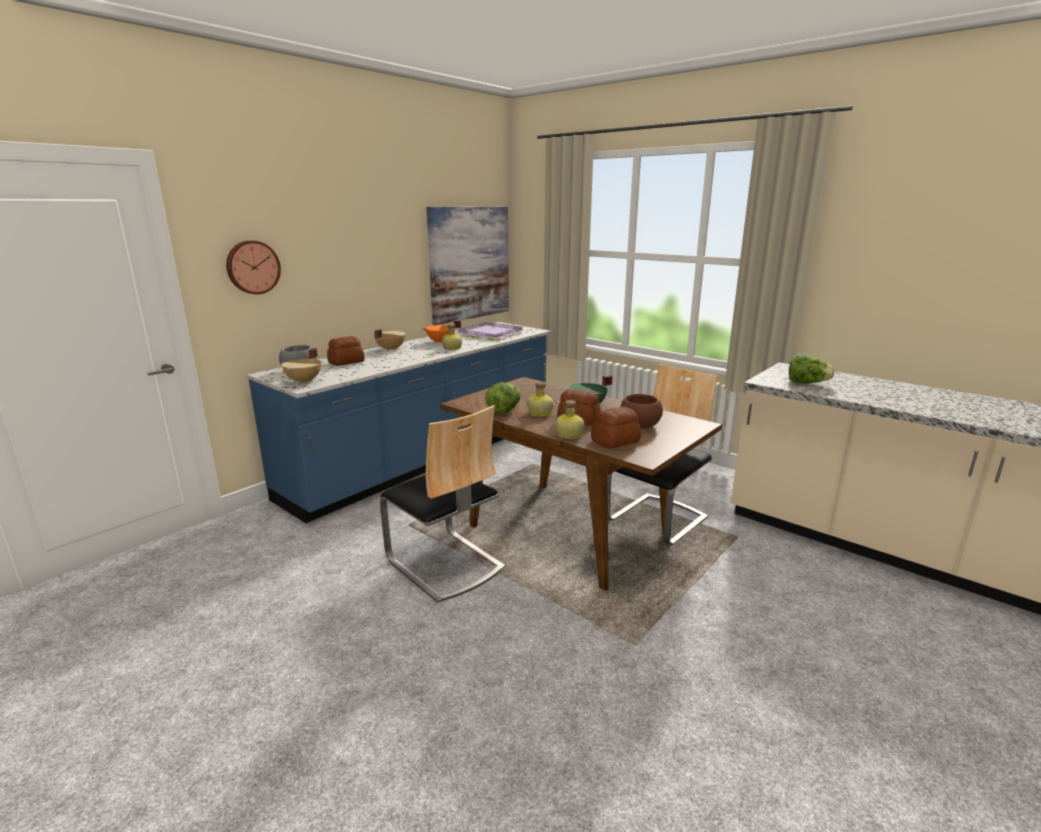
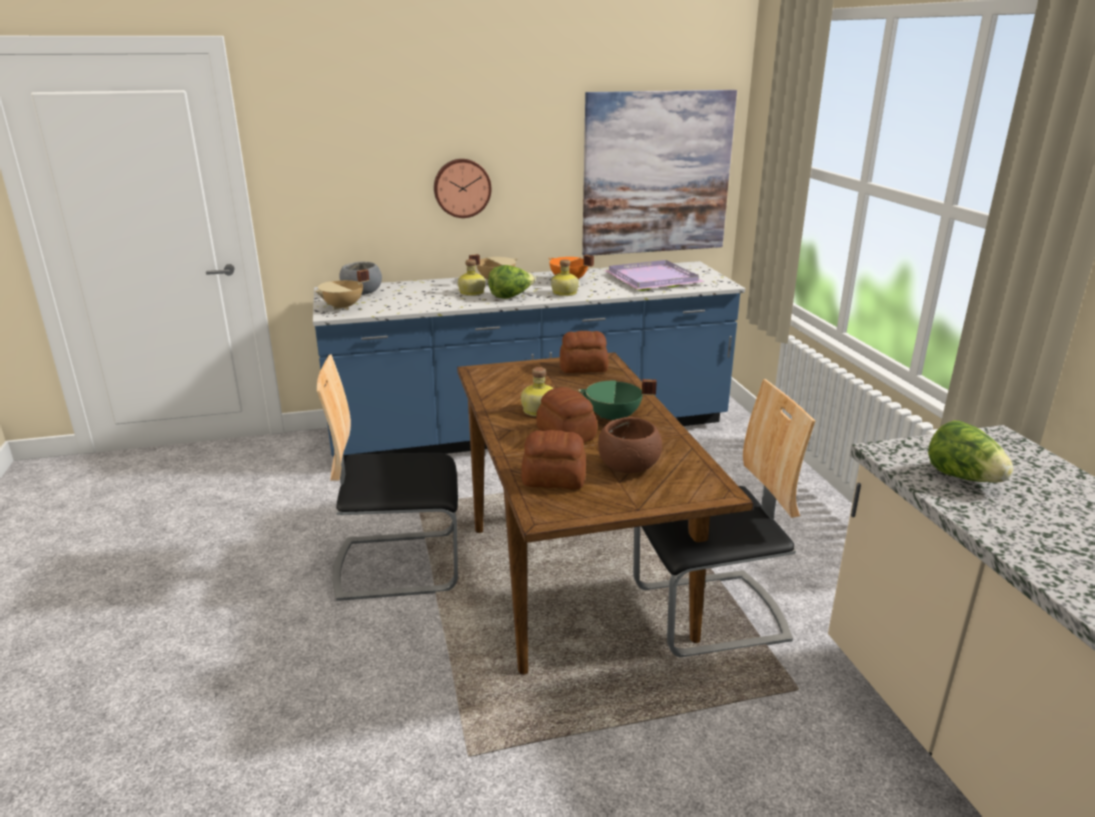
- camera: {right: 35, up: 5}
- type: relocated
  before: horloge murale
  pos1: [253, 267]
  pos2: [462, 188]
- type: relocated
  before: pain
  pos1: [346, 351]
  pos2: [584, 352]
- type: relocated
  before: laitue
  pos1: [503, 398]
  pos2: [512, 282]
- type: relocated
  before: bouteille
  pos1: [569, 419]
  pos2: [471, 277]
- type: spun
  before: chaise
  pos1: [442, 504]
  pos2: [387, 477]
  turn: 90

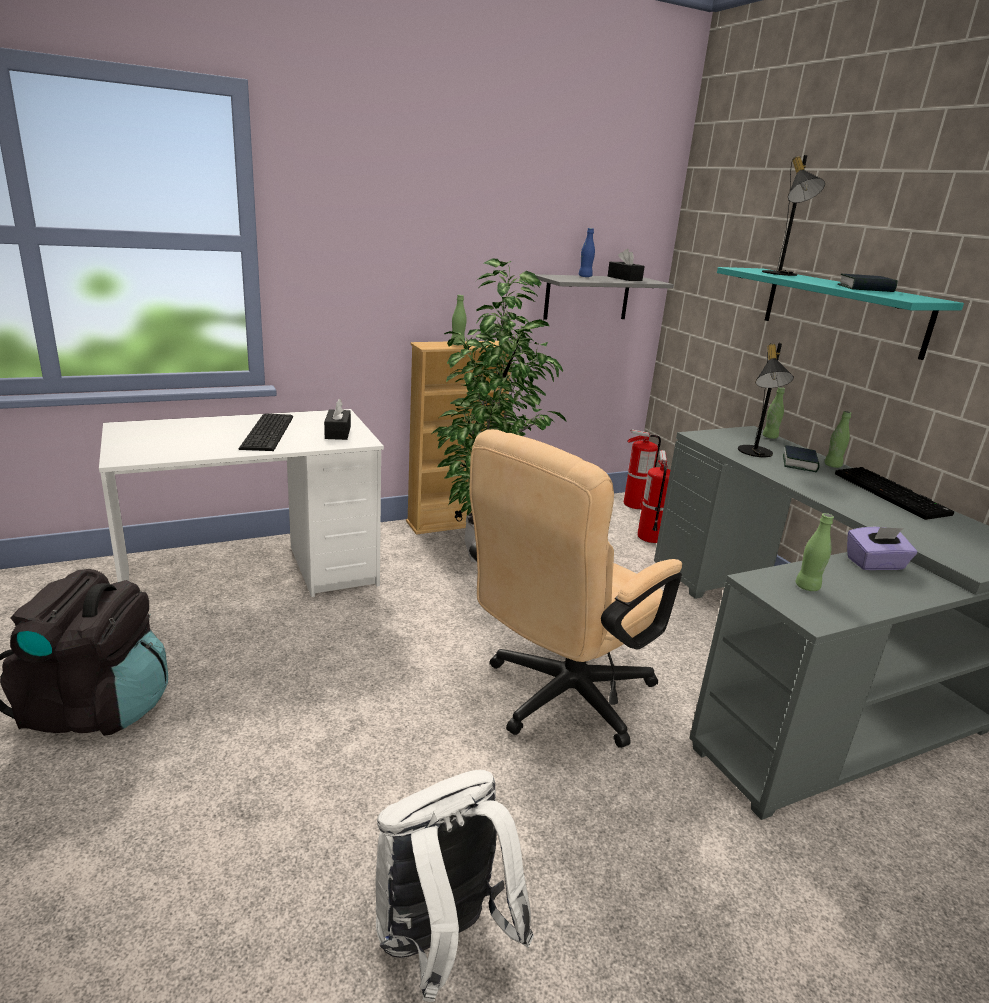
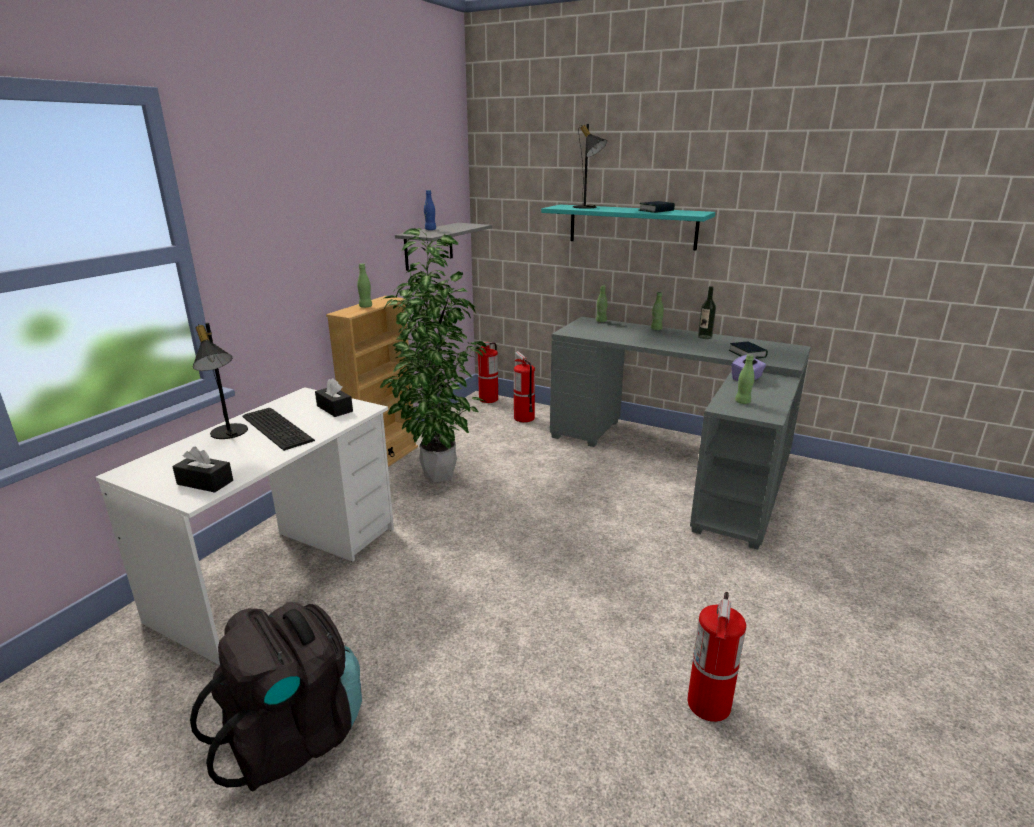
- camera: {right: -35, up: 0}
- type: relocated
  before: boîte à mouchoirs [noir]
  pos1: [626, 265]
  pos2: [202, 469]
- type: relocated
  before: lampe de table [noir]
  pos1: [766, 400]
  pos2: [220, 381]
- type: missing
  before: chaise de bureau [beige]
  pos1: [575, 588]
- type: relocated
  before: livre
  pos1: [801, 458]
  pos2: [748, 350]
- type: exchanged
  before: clavier
  after: bouteille
  pos1: [895, 493]
  pos2: [707, 312]
- type: exchanged
  before: sac à dos [blanc]
  after: extincteur
  pos1: [454, 886]
  pos2: [716, 657]

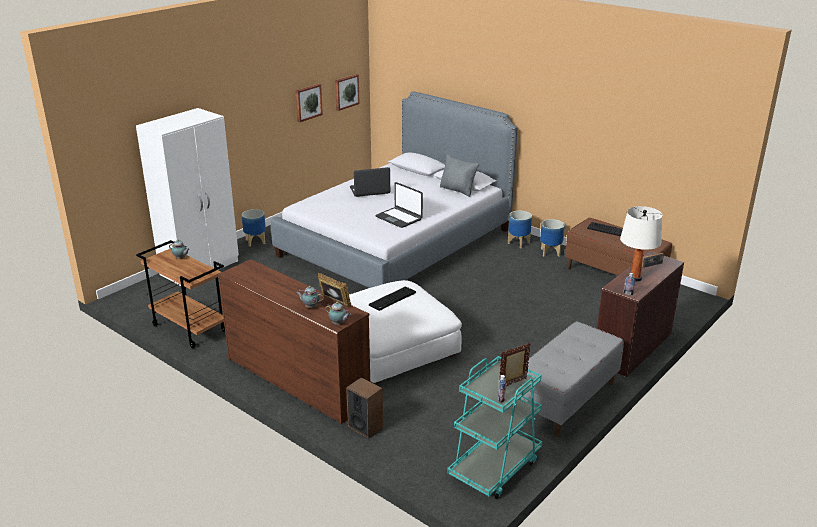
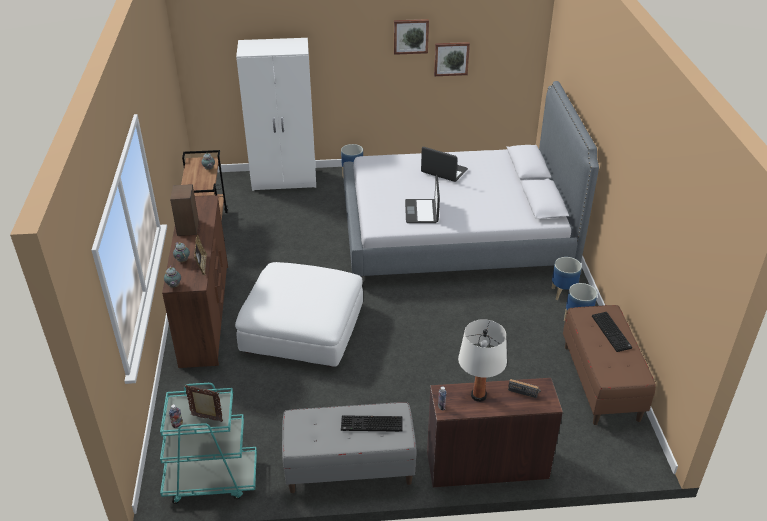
- camera: {right: 45, up: 10}
- type: relocated
  before: tableau
  pos1: [347, 92]
  pos2: [411, 37]
- type: missing
  before: coussin [gris]
  pos1: [460, 176]
- type: relocated
  before: clavier
  pos1: [392, 298]
  pos2: [371, 423]
- type: relocated
  before: enceinte
  pos1: [364, 408]
  pos2: [184, 210]

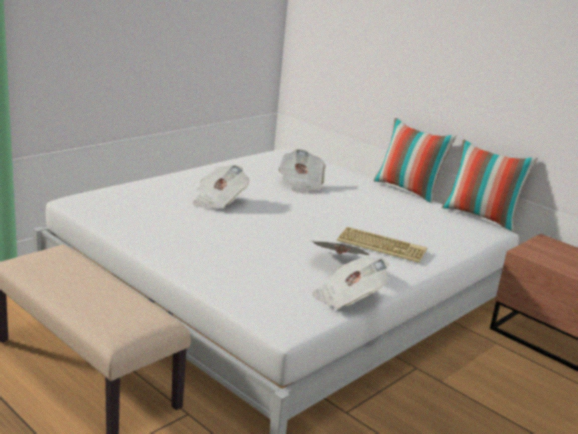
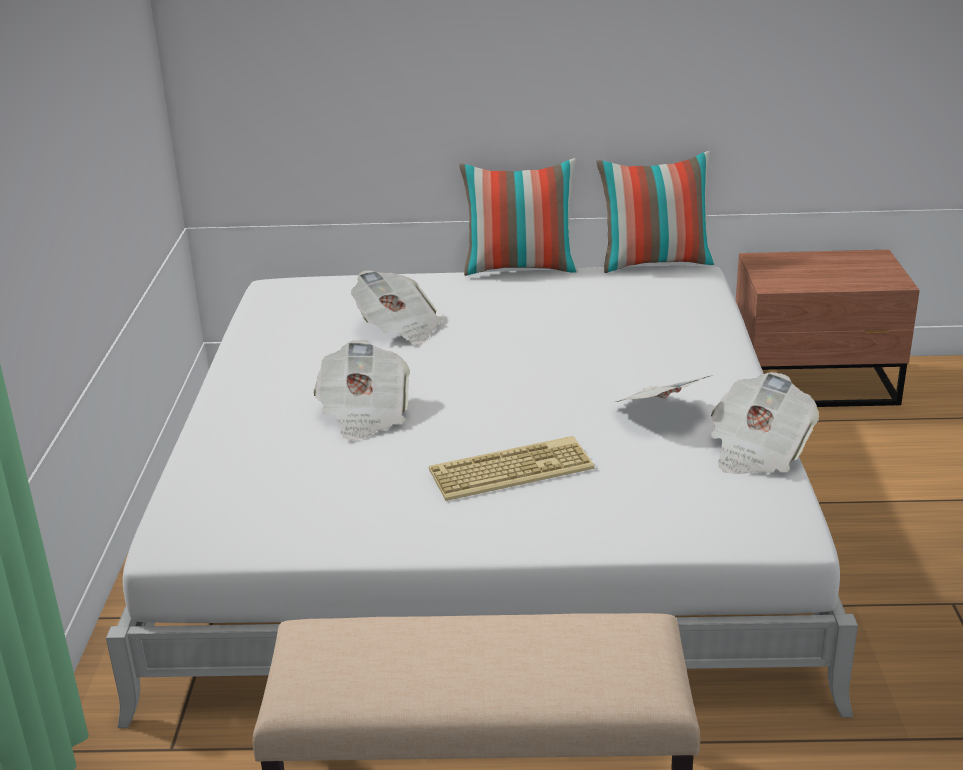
- camera: {right: -40, up: 5}
- type: relocated
  before: clavier
  pos1: [382, 245]
  pos2: [512, 468]

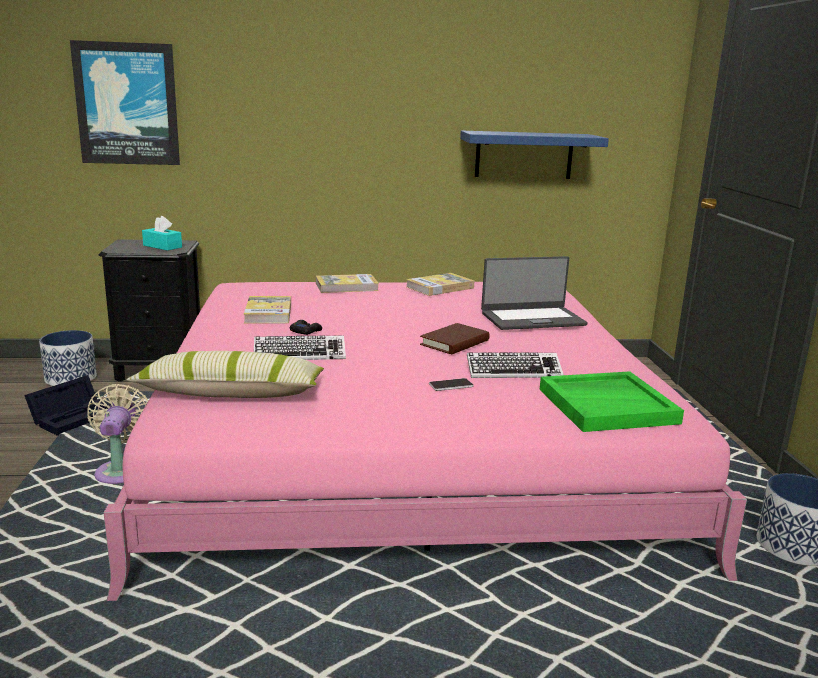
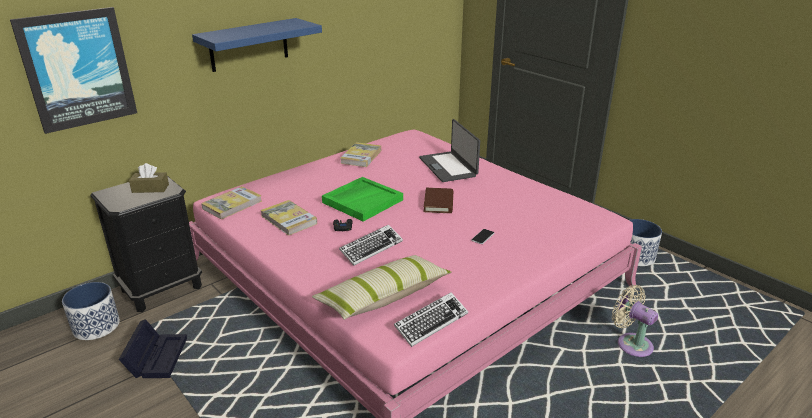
- camera: {right: -35, up: 10}
- type: relocated
  before: étagère [bleu]
  pos1: [534, 155]
  pos2: [257, 45]
- type: colour
  before: boîte à mouchoirs [turquoise]
  after: boîte à mouchoirs [marron]
  pos1: [162, 233]
  pos2: [149, 178]
- type: spun
  before: ordinateur portable
  pos1: [534, 293]
  pos2: [449, 150]
  turn: 120
- type: relocated
  before: livre
  pos1: [347, 283]
  pos2: [231, 203]
- type: relocated
  before: clavier
  pos1: [515, 365]
  pos2: [431, 319]
- type: relocated
  before: plateau [vert]
  pos1: [612, 401]
  pos2: [362, 199]
- type: relocated
  before: ventilateur [beige]
  pos1: [118, 434]
  pos2: [635, 321]

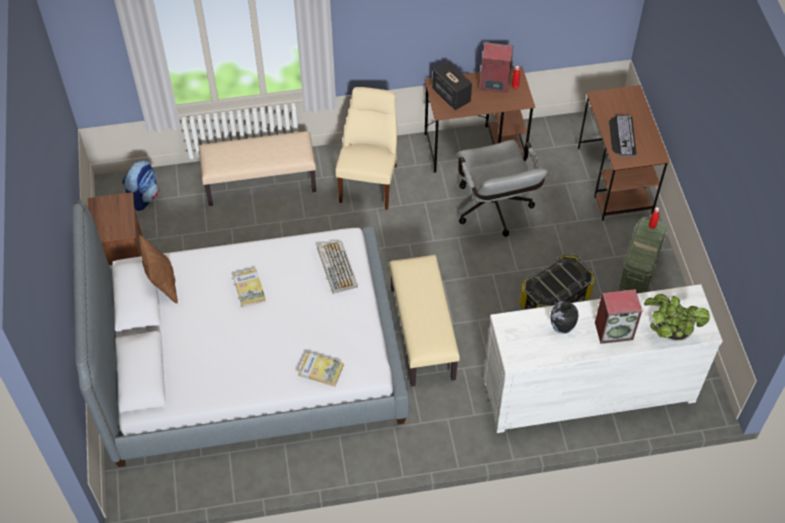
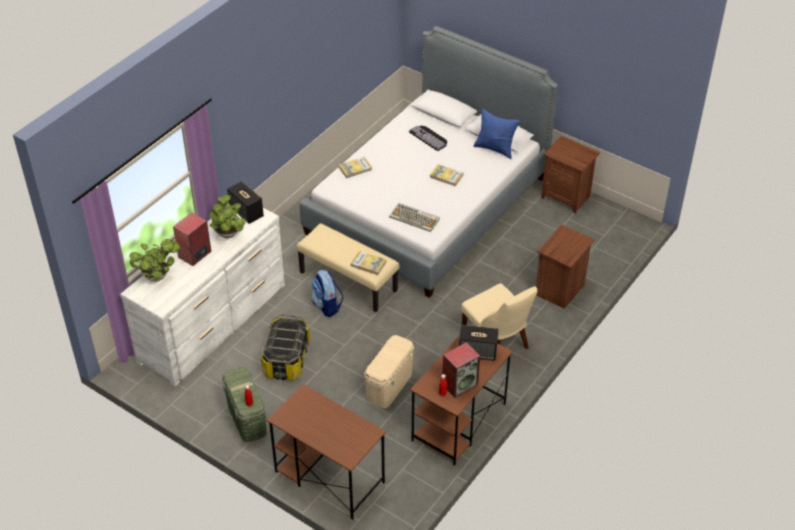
- camera: {right: 135, up: -10}
- type: relocated
  before: clavier
  pos1: [622, 136]
  pos2: [428, 138]
- type: exchanged
  before: banc [beige]
  after: table de chevet [marron]
  pos1: [257, 168]
  pos2: [565, 266]
- type: exchanged
  before: chaise de bureau [gris]
  after: boîte de rangement [beige]
  pos1: [502, 188]
  pos2: [389, 371]
- type: relocated
  before: sac à dos
  pos1: [141, 185]
  pos2: [327, 293]
- type: colour
  before: coussin [marron]
  after: coussin [bleu]
  pos1: [158, 269]
  pos2: [497, 134]
- type: exchanged
  before: vase
  after: plante en pot
  pos1: [564, 317]
  pos2: [227, 216]
- type: appeared
  after: enceinte
  pos2: [245, 202]
- type: appeared
  after: livre
  pos2: [368, 263]

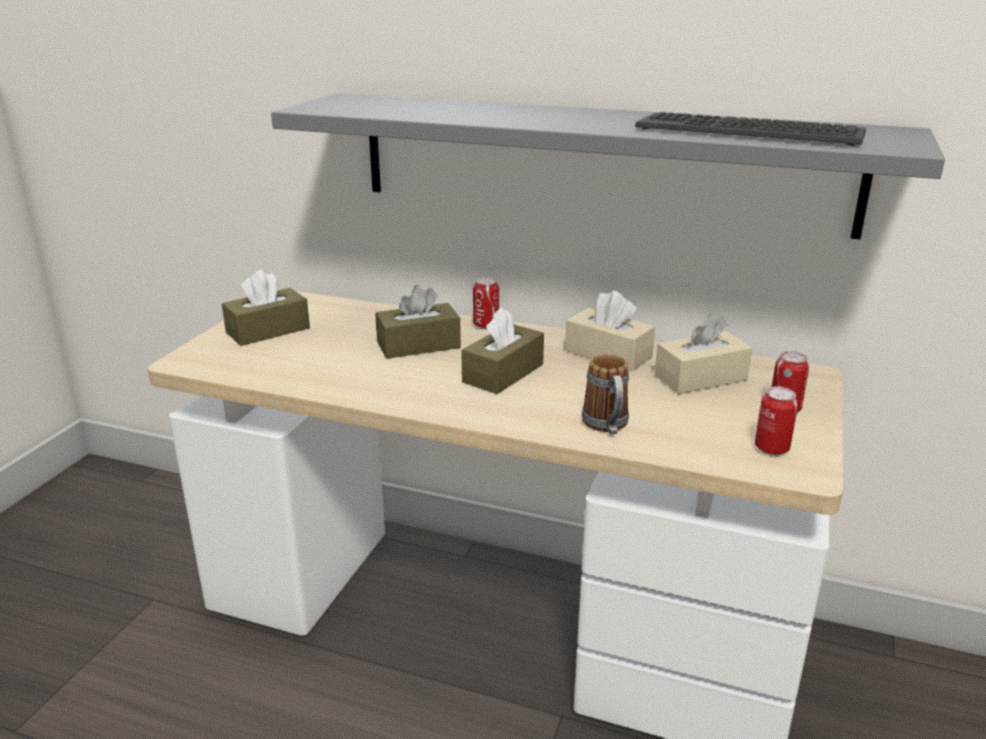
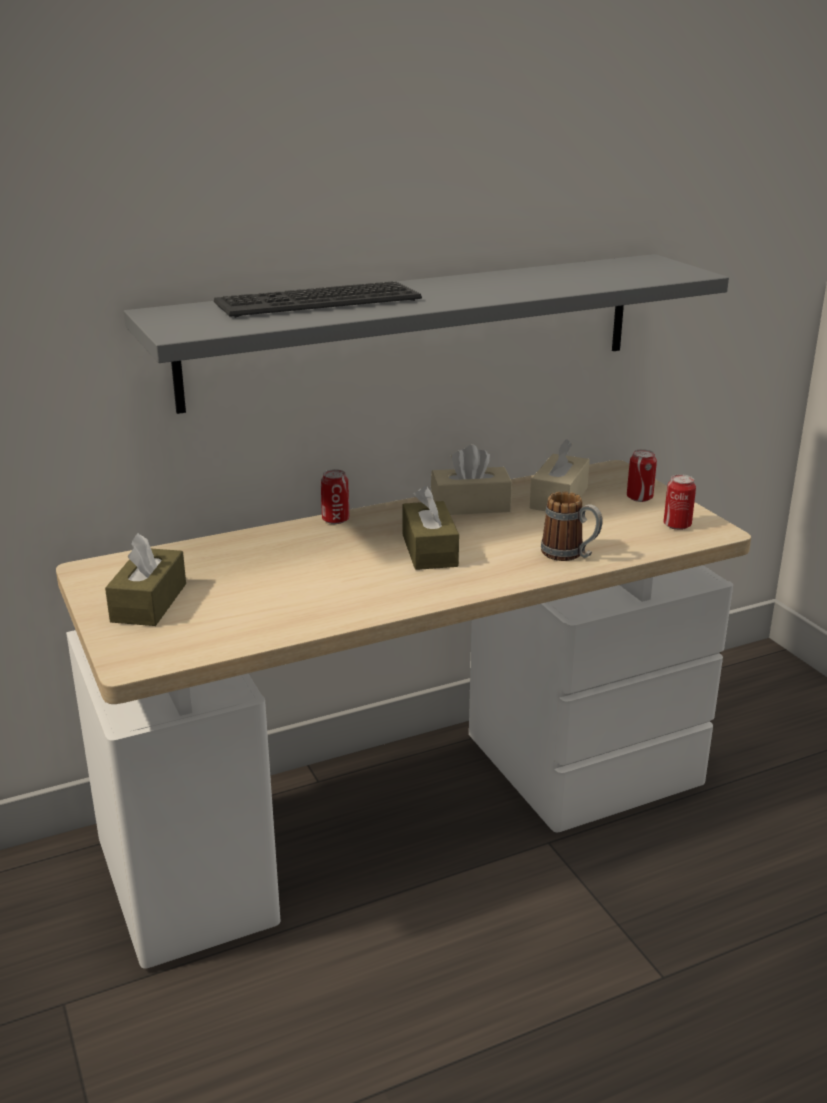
- camera: {right: -45, up: 0}
- type: relocated
  before: clavier
  pos1: [750, 129]
  pos2: [318, 300]
- type: missing
  before: boîte à mouchoirs [marron]
  pos1: [418, 321]

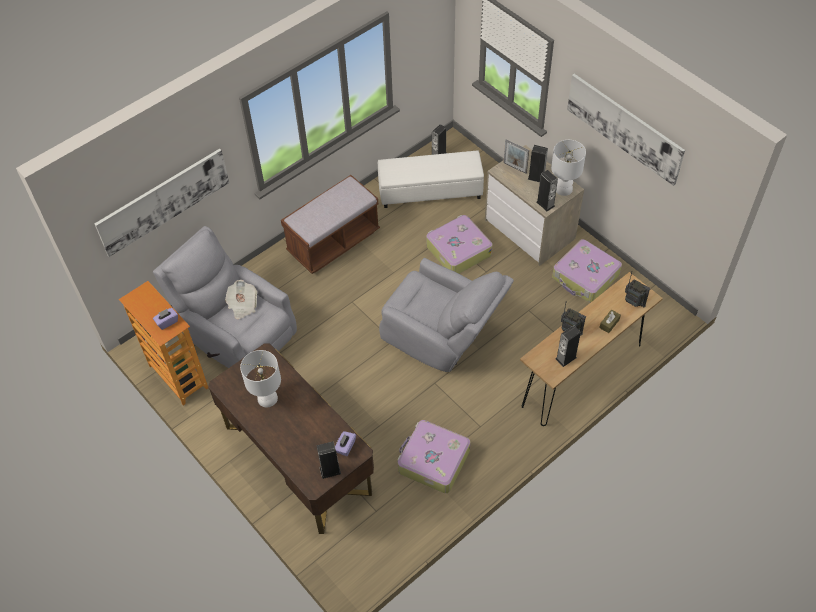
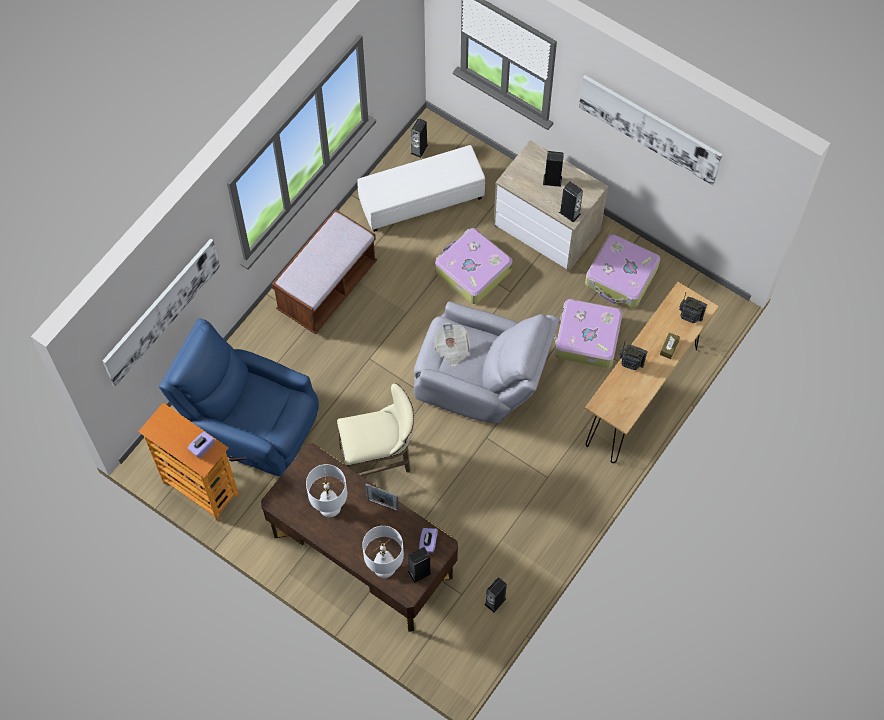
- camera: {right: -15, up: 10}
- type: relocated
  before: cadre photo
  pos1: [516, 157]
  pos2: [382, 497]
- type: relocated
  before: lampe de table [blanc]
  pos1: [568, 168]
  pos2: [383, 552]
- type: colour
  before: fauteuil [gris]
  after: fauteuil [bleu]
  pos1: [225, 297]
  pos2: [239, 397]
- type: relocated
  before: journal
  pos1: [241, 299]
  pos2: [452, 344]
- type: relocated
  before: enceinte
  pos1: [568, 346]
  pos2: [495, 595]
- type: relocated
  before: valise
  pos1: [434, 456]
  pos2: [588, 333]
- type: appeared
  after: tabouret [beige]
  pos2: [376, 429]

